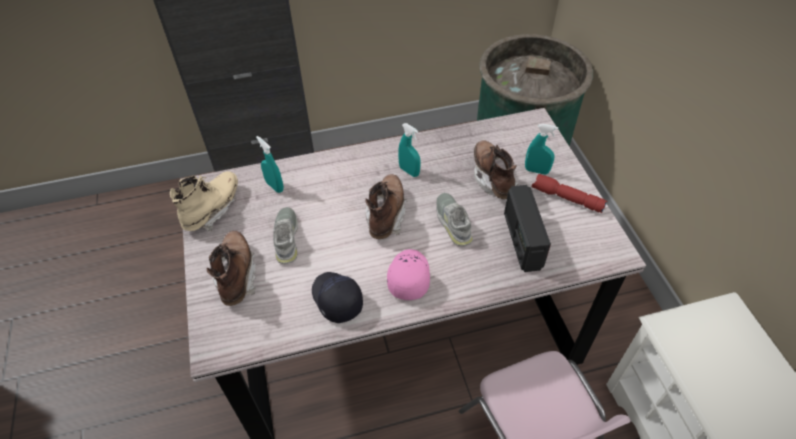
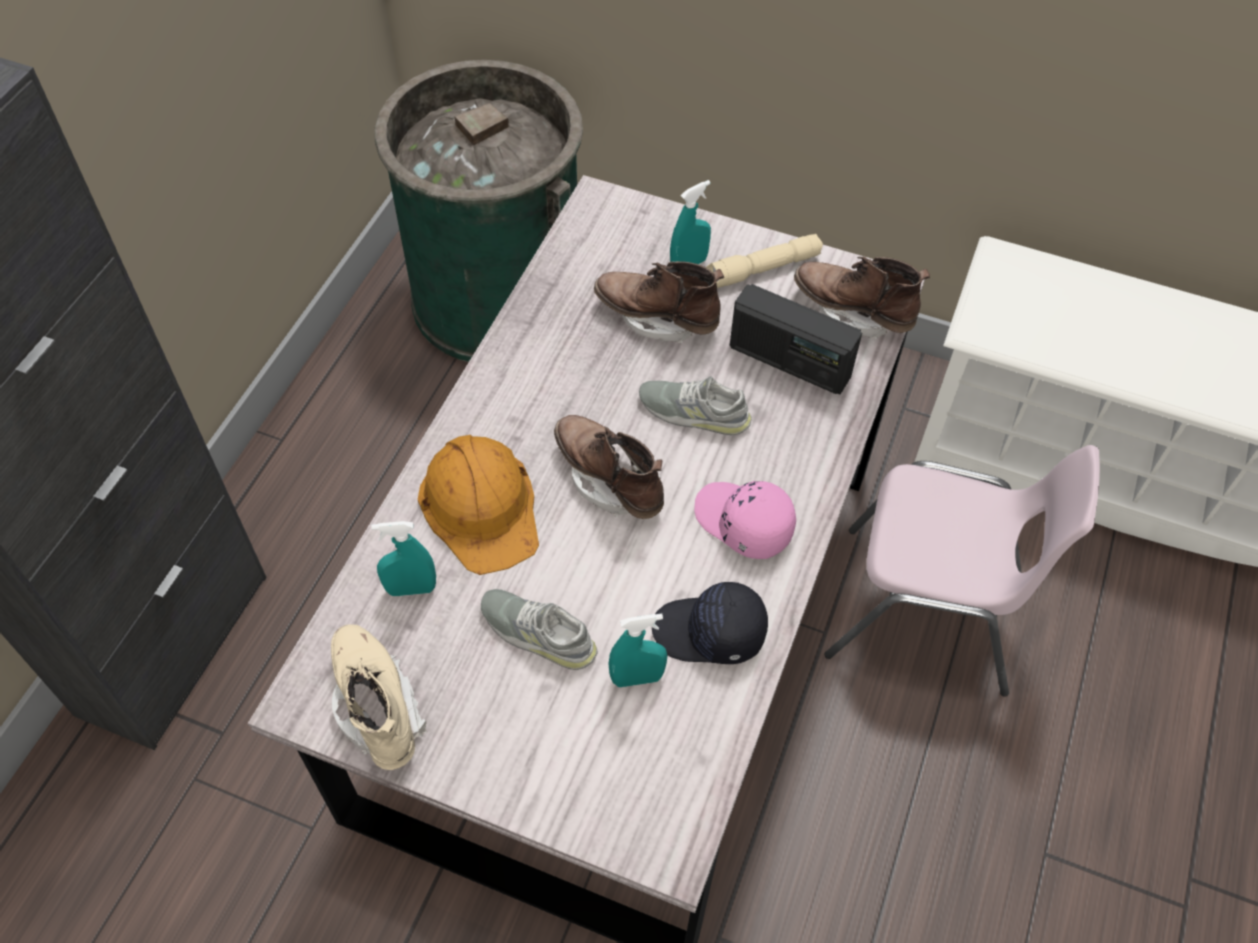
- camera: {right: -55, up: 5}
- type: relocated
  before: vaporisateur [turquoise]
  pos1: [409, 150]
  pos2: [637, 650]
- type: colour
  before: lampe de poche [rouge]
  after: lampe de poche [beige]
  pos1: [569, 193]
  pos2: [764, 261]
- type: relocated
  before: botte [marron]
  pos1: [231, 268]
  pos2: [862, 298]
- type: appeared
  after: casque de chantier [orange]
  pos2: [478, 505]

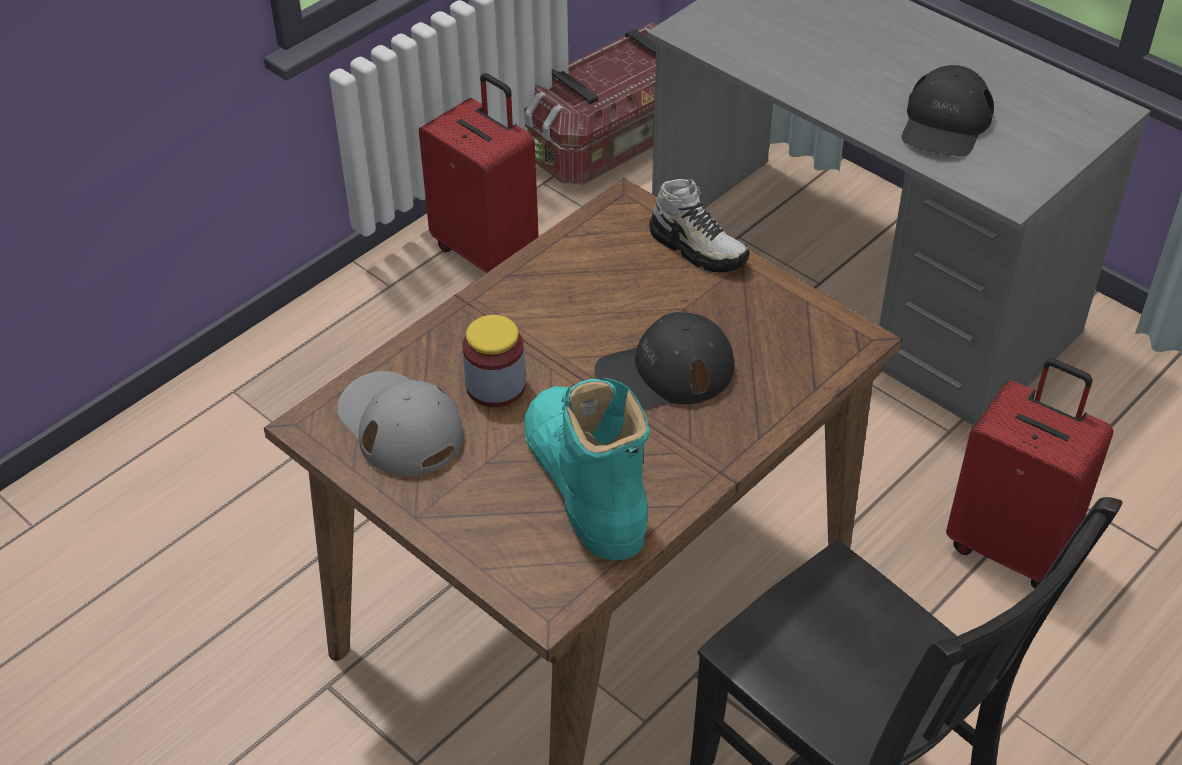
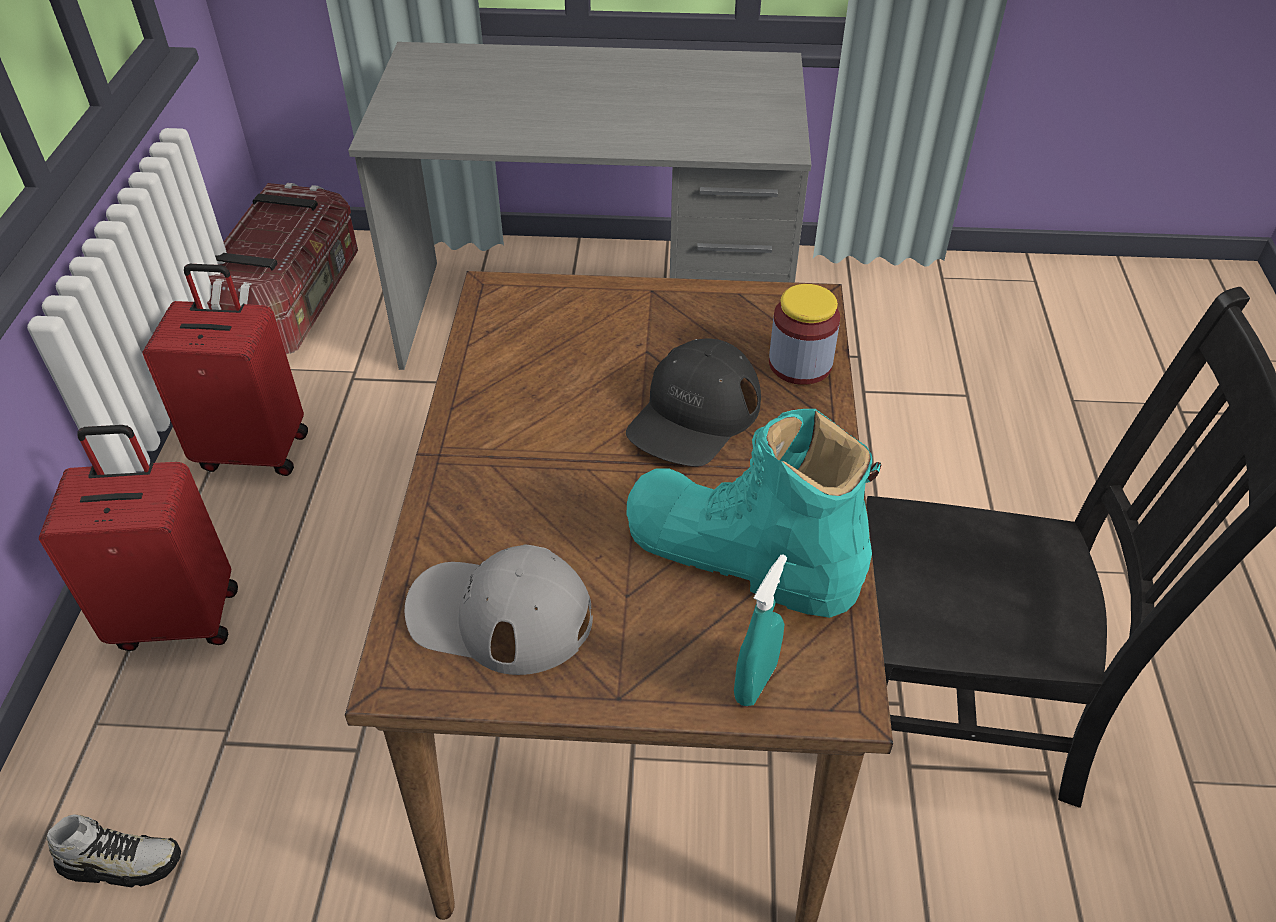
- camera: {right: -40, up: 0}
- type: missing
  before: casquette [noir]
  pos1: [947, 110]
- type: relocated
  before: chaussure
  pos1: [699, 225]
  pos2: [114, 850]
- type: relocated
  before: bocal
  pos1: [494, 361]
  pos2: [804, 334]
- type: relocated
  before: valise [rouge]
  pos1: [1030, 473]
  pos2: [138, 538]
- type: appeared
  after: vaporisateur [turquoise]
  pos2: [760, 630]

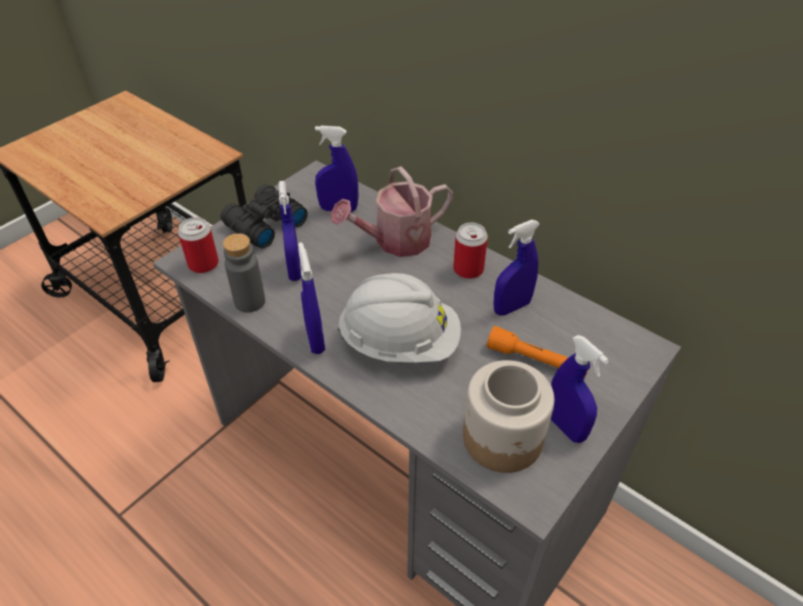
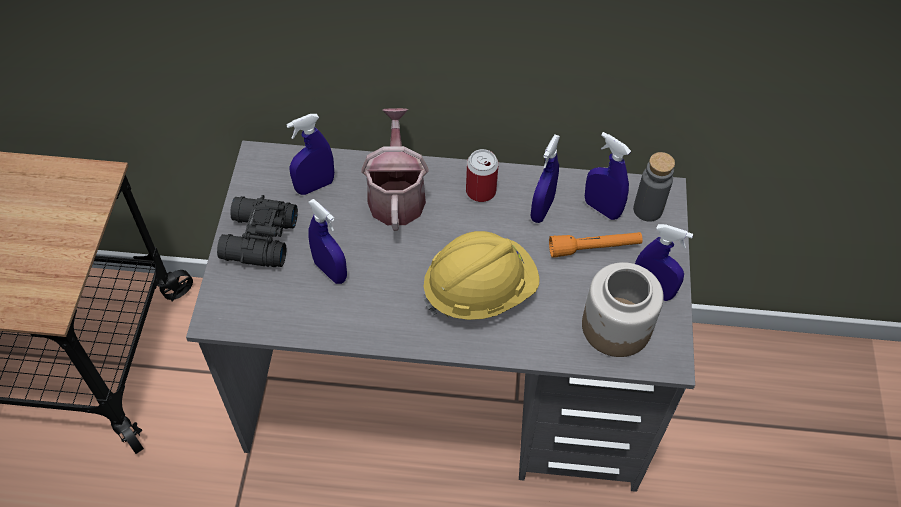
- camera: {right: -35, up: 10}
- type: spun
  before: arrosoir
  pos1: [392, 211]
  pos2: [394, 169]
  turn: 150
- type: missing
  before: boîte métallique
  pos1: [198, 245]
- type: relocated
  before: bouteille [gris]
  pos1: [244, 273]
  pos2: [654, 187]
- type: relocated
  before: vaporisateur [bleu]
  pos1: [311, 298]
  pos2: [608, 176]
- type: colour
  before: casque de chantier [blanc]
  after: casque de chantier [jaune]
  pos1: [399, 318]
  pos2: [481, 275]

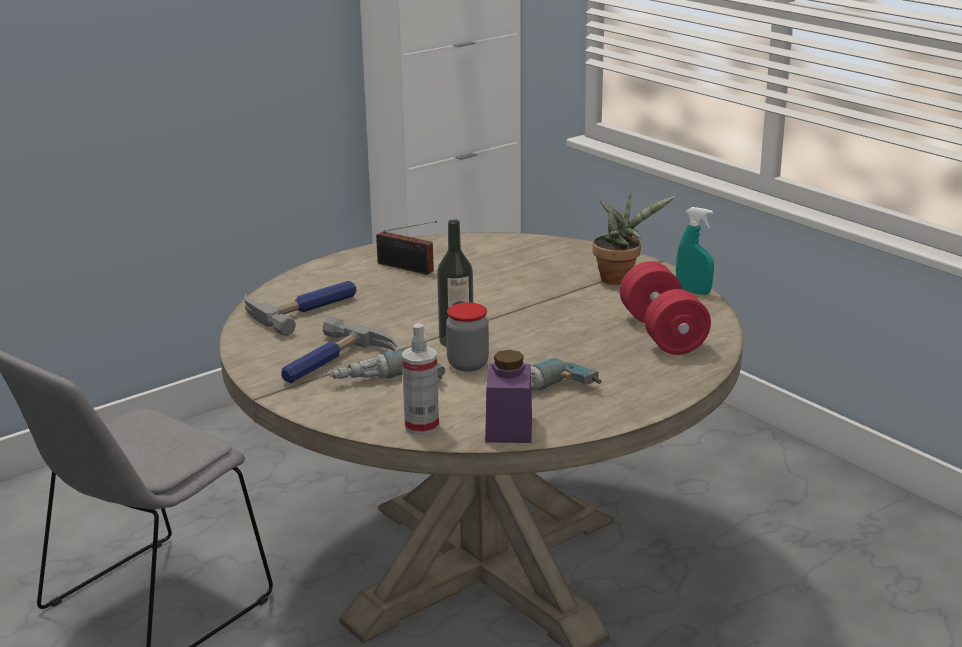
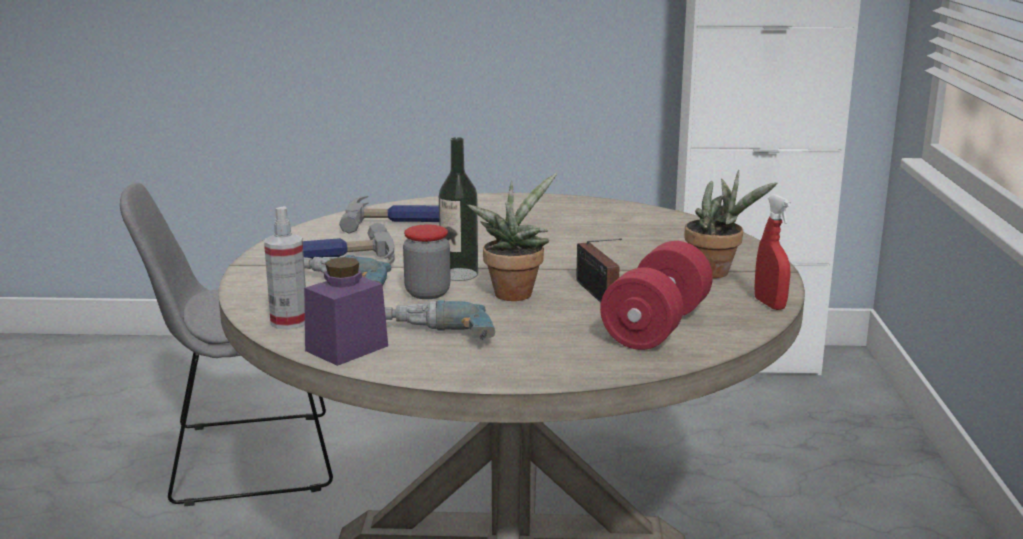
- camera: {right: 40, up: -5}
- type: colour
  before: vaporisateur [turquoise]
  after: vaporisateur [rouge]
  pos1: [695, 251]
  pos2: [772, 252]
- type: relocated
  before: radio
  pos1: [406, 248]
  pos2: [599, 271]
- type: appeared
  after: plante en pot
  pos2: [512, 237]

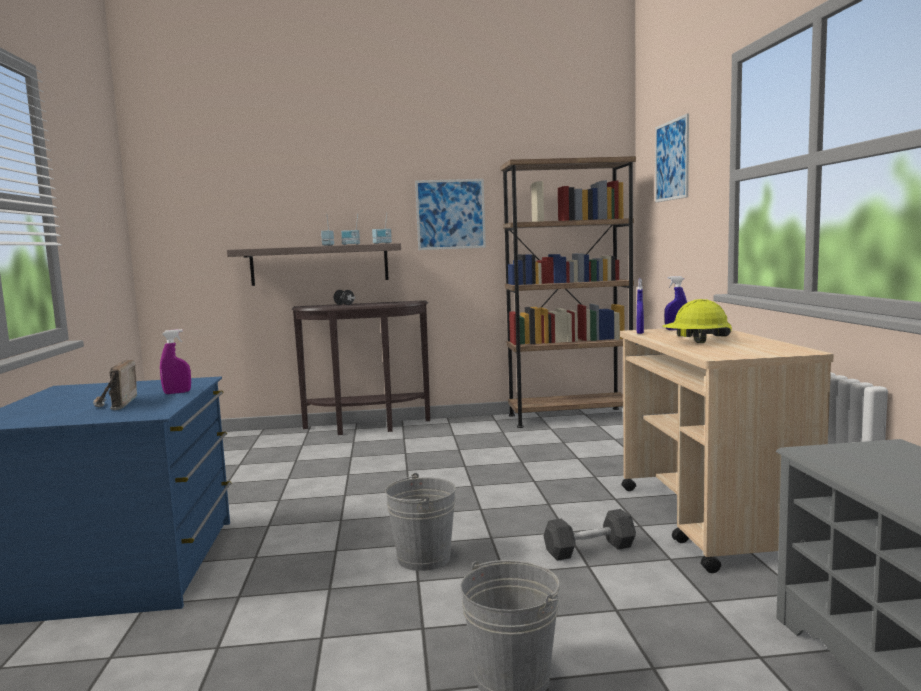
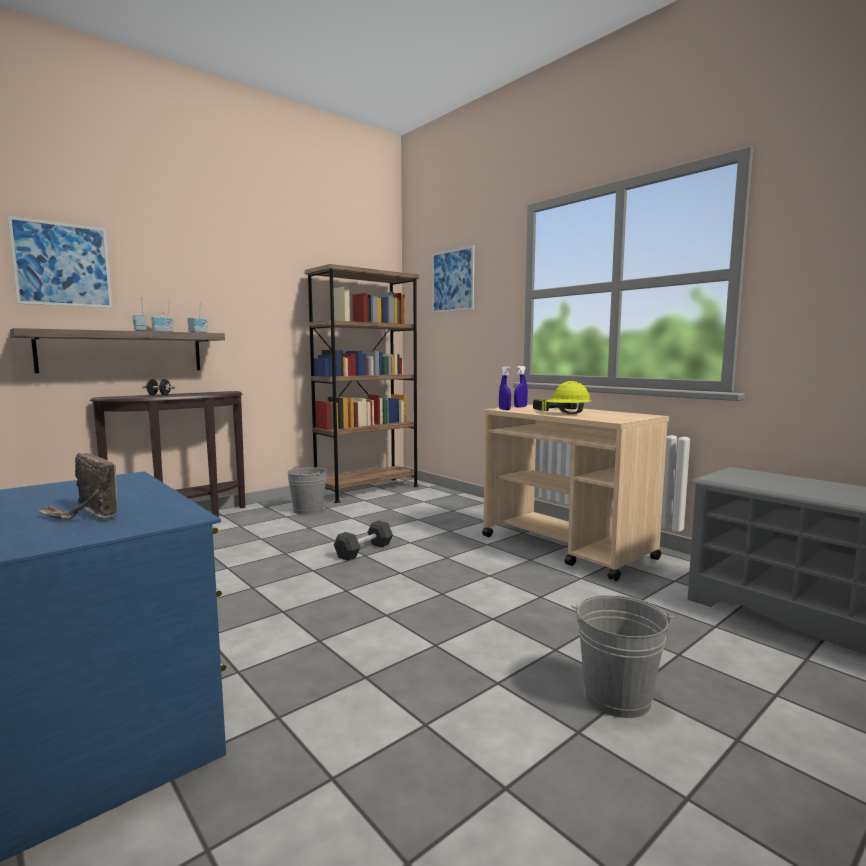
- camera: {right: -35, up: 0}
- type: relocated
  before: tableau
  pos1: [450, 214]
  pos2: [60, 262]
- type: missing
  before: vaporisateur [violet]
  pos1: [175, 361]
- type: relocated
  before: seau [gris]
  pos1: [420, 522]
  pos2: [307, 490]
- type: relocated
  before: haltère [gris]
  pos1: [590, 535]
  pos2: [363, 541]

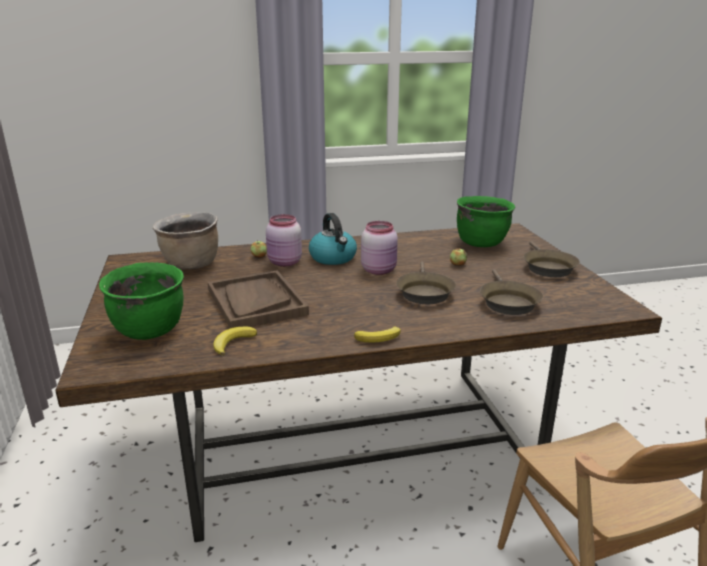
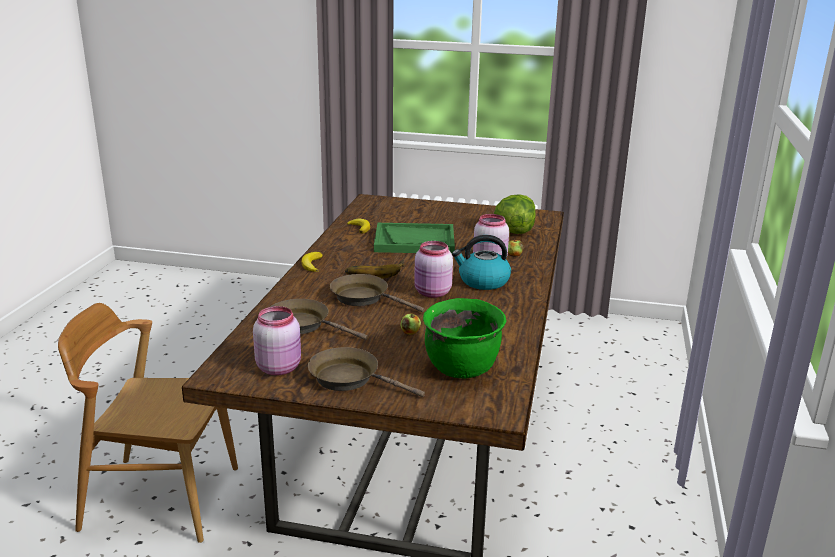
- camera: {right: 115, up: 0}
- type: exchanged
  before: marmite [marron]
  after: laitue
  pos1: [185, 240]
  pos2: [515, 214]
- type: missing
  before: marmite [vert]
  pos1: [141, 301]
- type: colour
  before: plateau [marron]
  after: plateau [vert]
  pos1: [258, 299]
  pos2: [414, 238]
- type: appeared
  after: banane
  pos2: [375, 269]
- type: appeared
  after: bocal [rose]
  pos2: [277, 340]

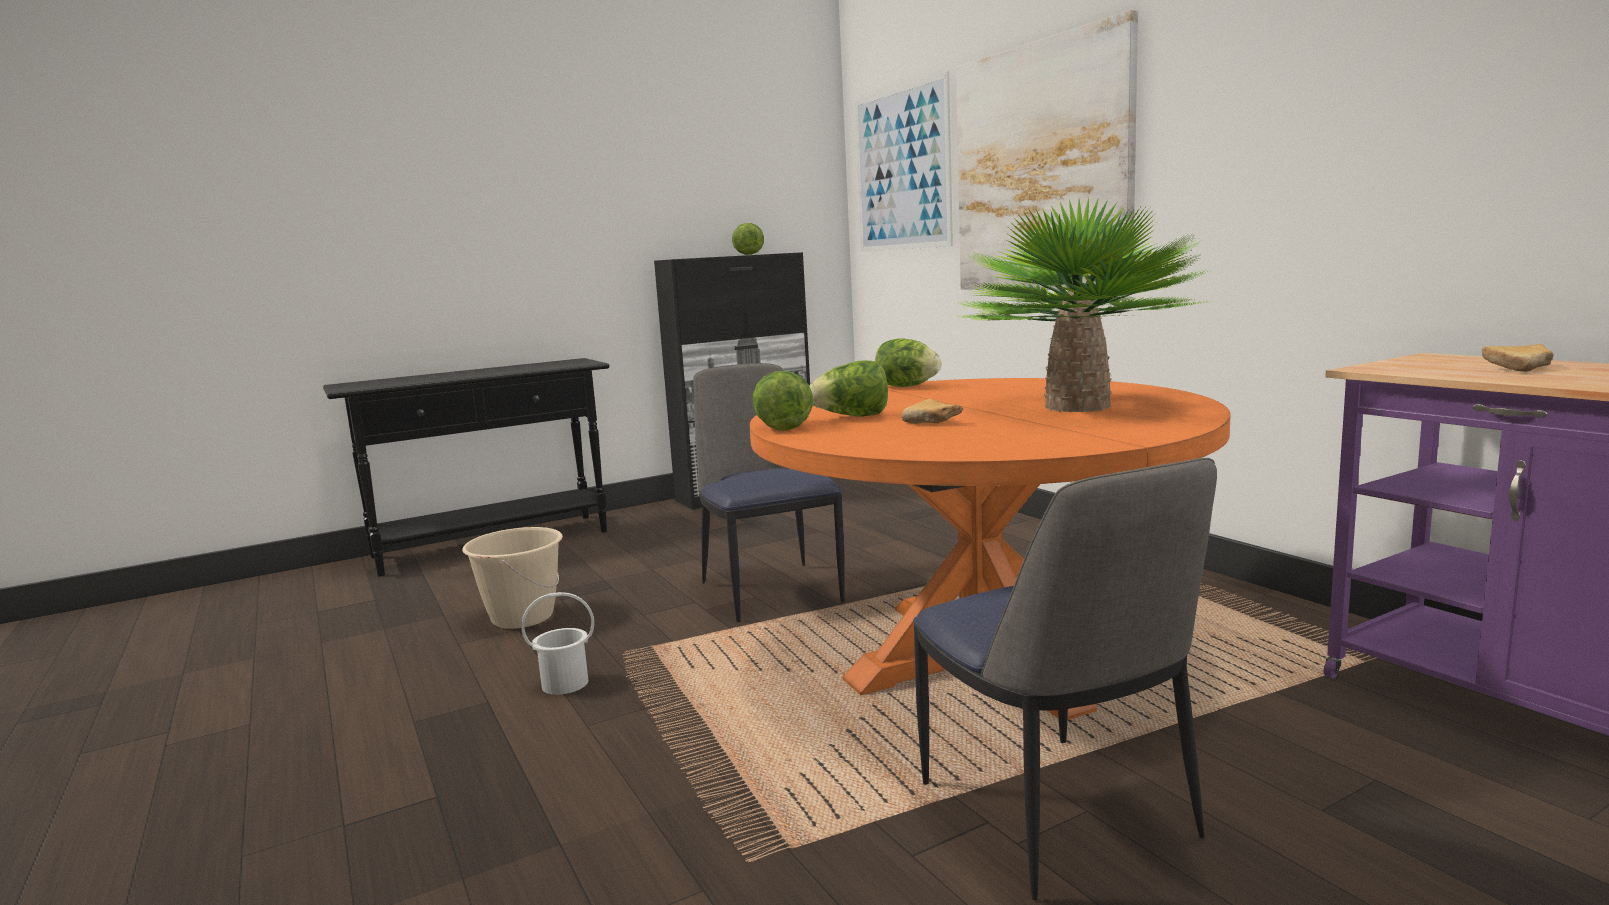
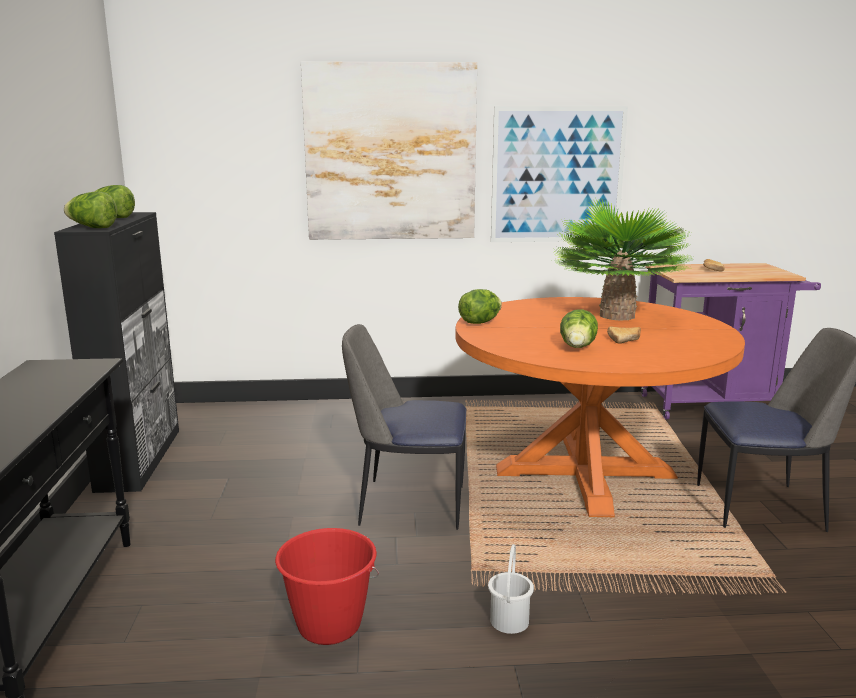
- camera: {right: -65, up: 5}
- type: relocated
  before: tableau
  pos1: [904, 162]
  pos2: [559, 174]
- type: relocated
  before: laitue
  pos1: [783, 400]
  pos2: [90, 210]
- type: colour
  before: seau [beige]
  after: seau [rouge]
  pos1: [512, 578]
  pos2: [327, 586]

